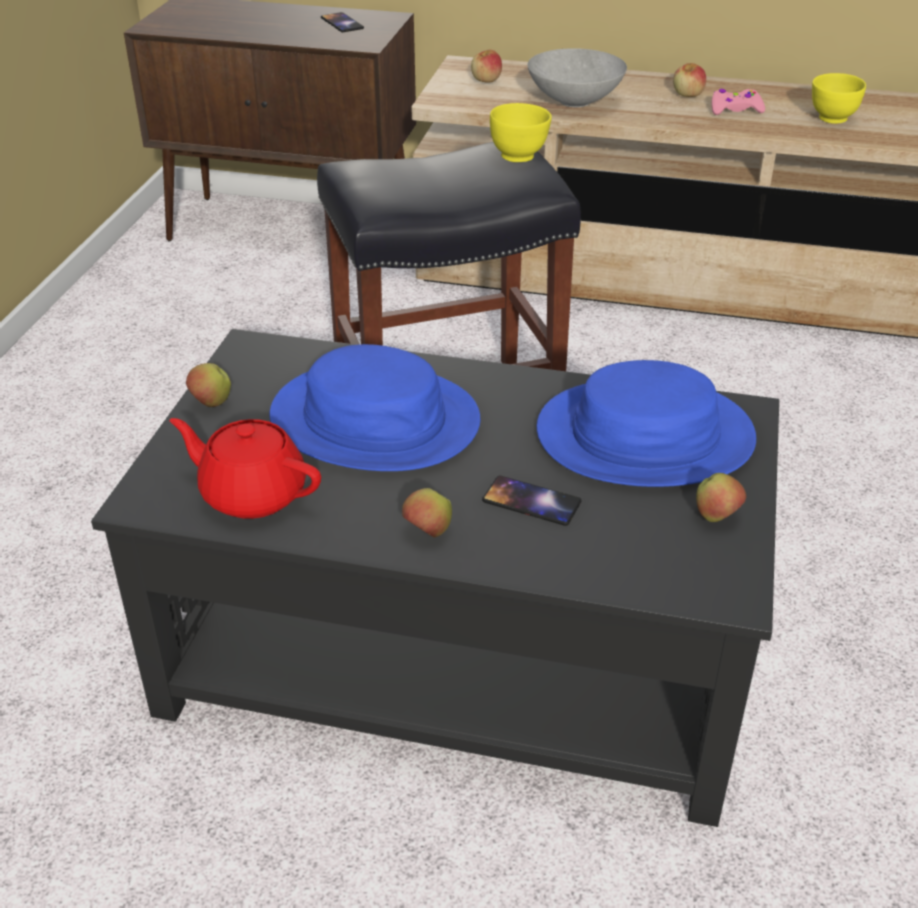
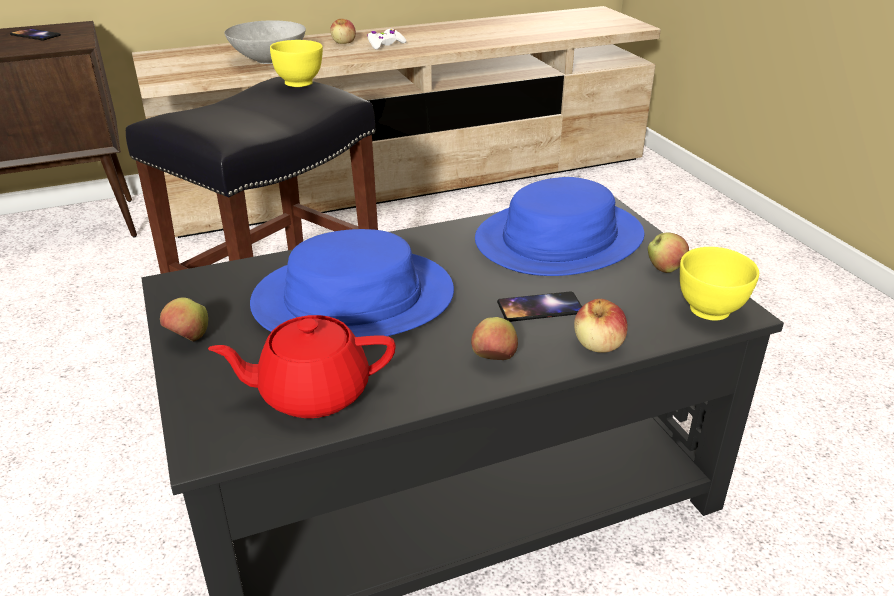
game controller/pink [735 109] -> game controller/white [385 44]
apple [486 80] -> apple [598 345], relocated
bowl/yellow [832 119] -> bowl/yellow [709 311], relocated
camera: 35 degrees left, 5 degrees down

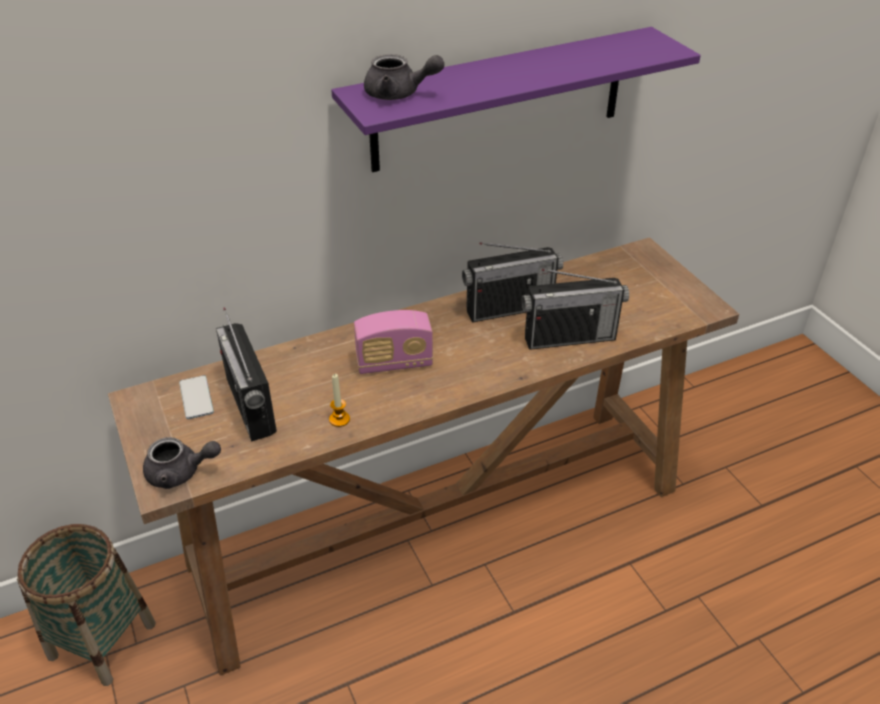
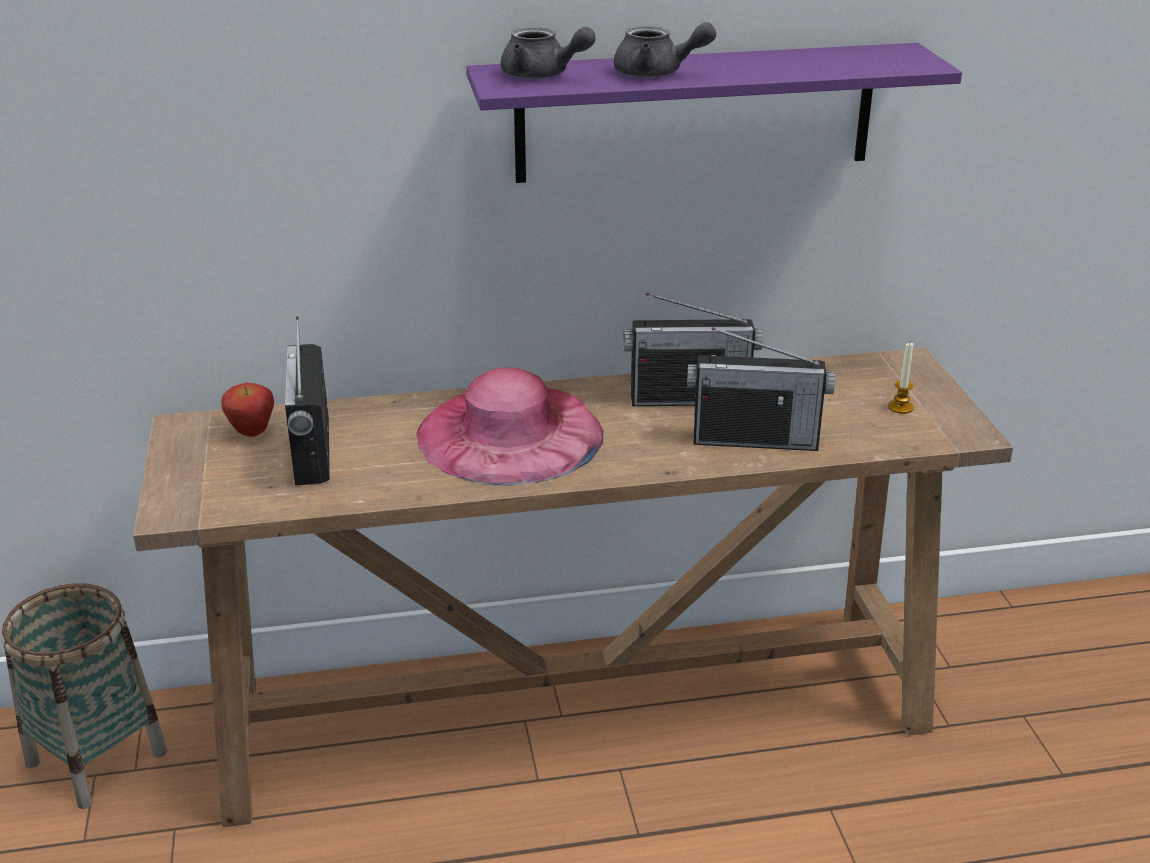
phone [196 397] -> apple [252 433]
radio [394 363] -> hat/pink [510 434]
teapot/grey [180 473] -> teapot/grey [657 73], relocated
candle [339 419] -> candle [900 407], relocated
camera: 15 degrees right, 10 degrees down

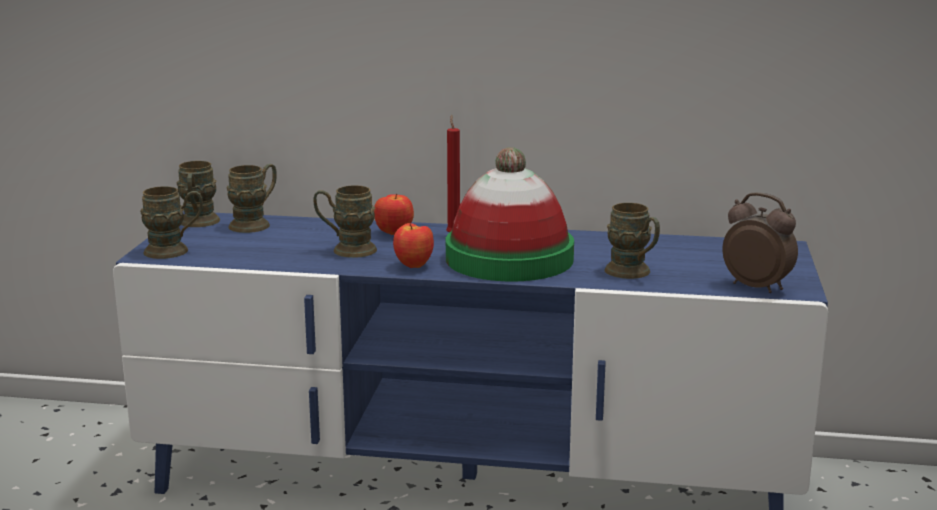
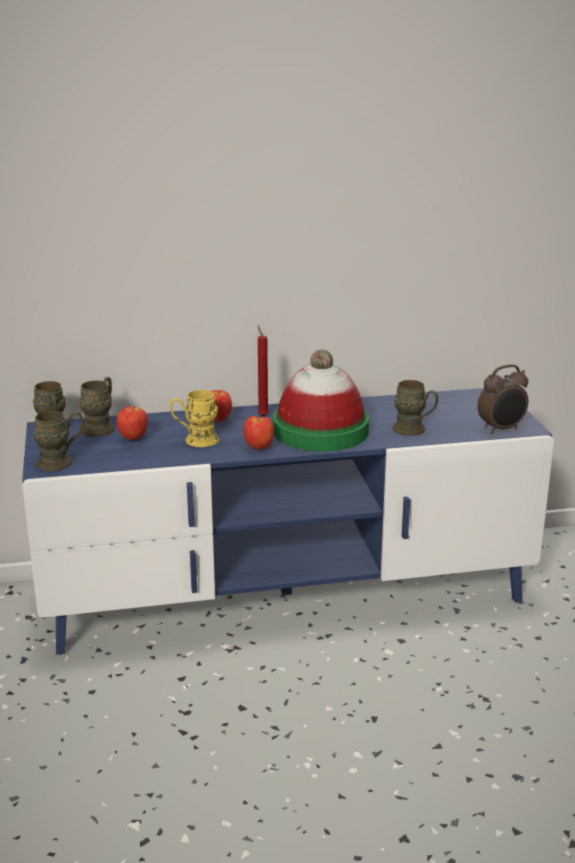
none -> apple [133 438]
mug/brown [346 250] -> mug/yellow [195 440]
alarm clock [757 287] -> alarm clock [501 429], 135 degrees clockwise
camera: 20 degrees left, 5 degrees up

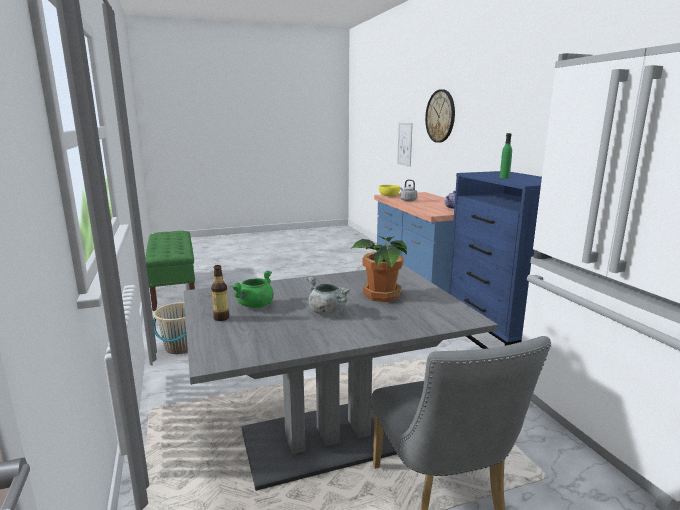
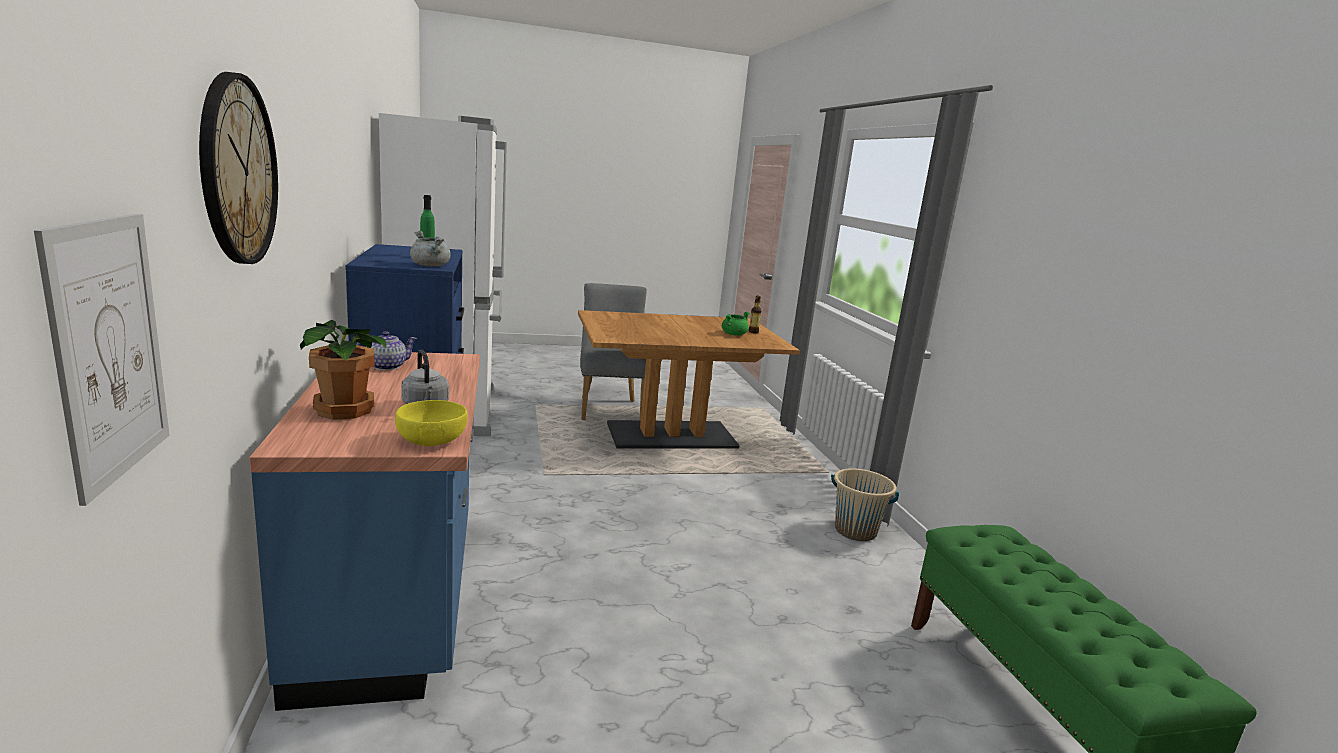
potted plant [381 296] -> potted plant [347 410], relocated
cooking pot/grey [326 312] -> cooking pot/grey [430 266], relocated
dining table/grey [327 439] -> dining table/brown [671 436]
camera: 175 degrees left, 0 degrees up

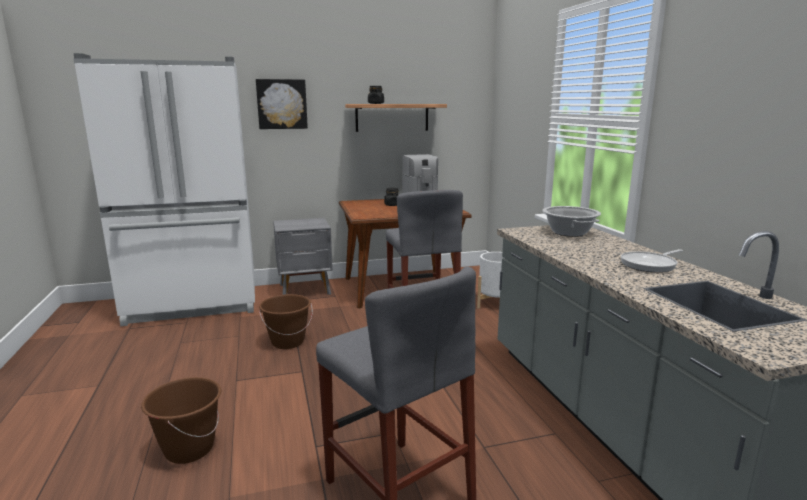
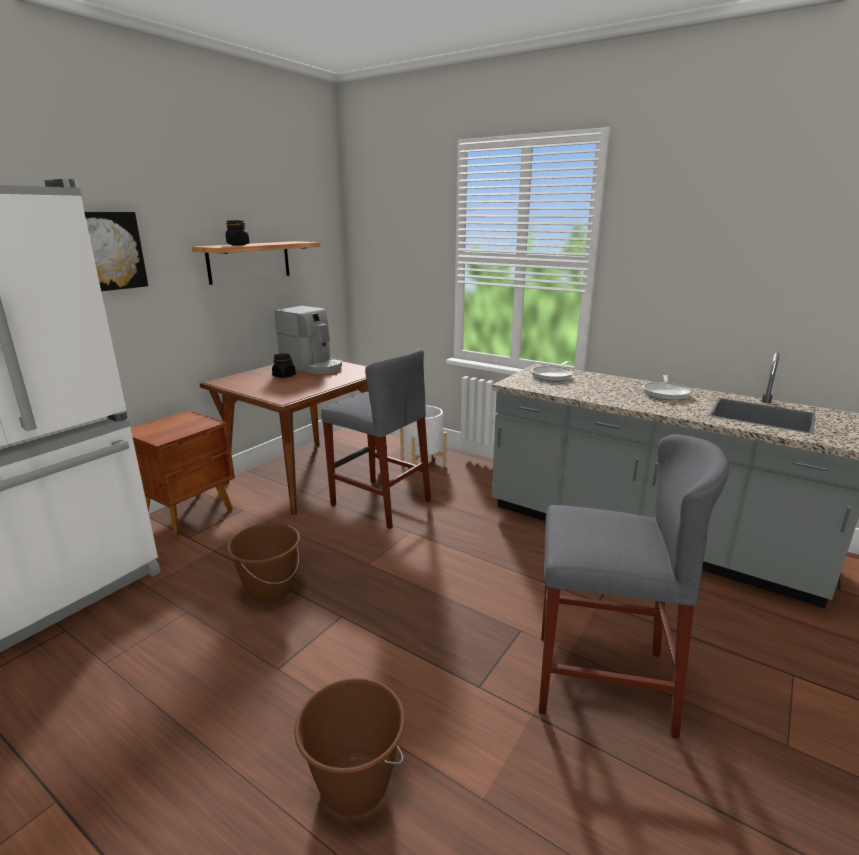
nightstand/grey [306 290] -> nightstand/brown [190 515]
cooking pot [569 233] -> frying pan [553 375]
camera: 40 degrees left, 5 degrees up

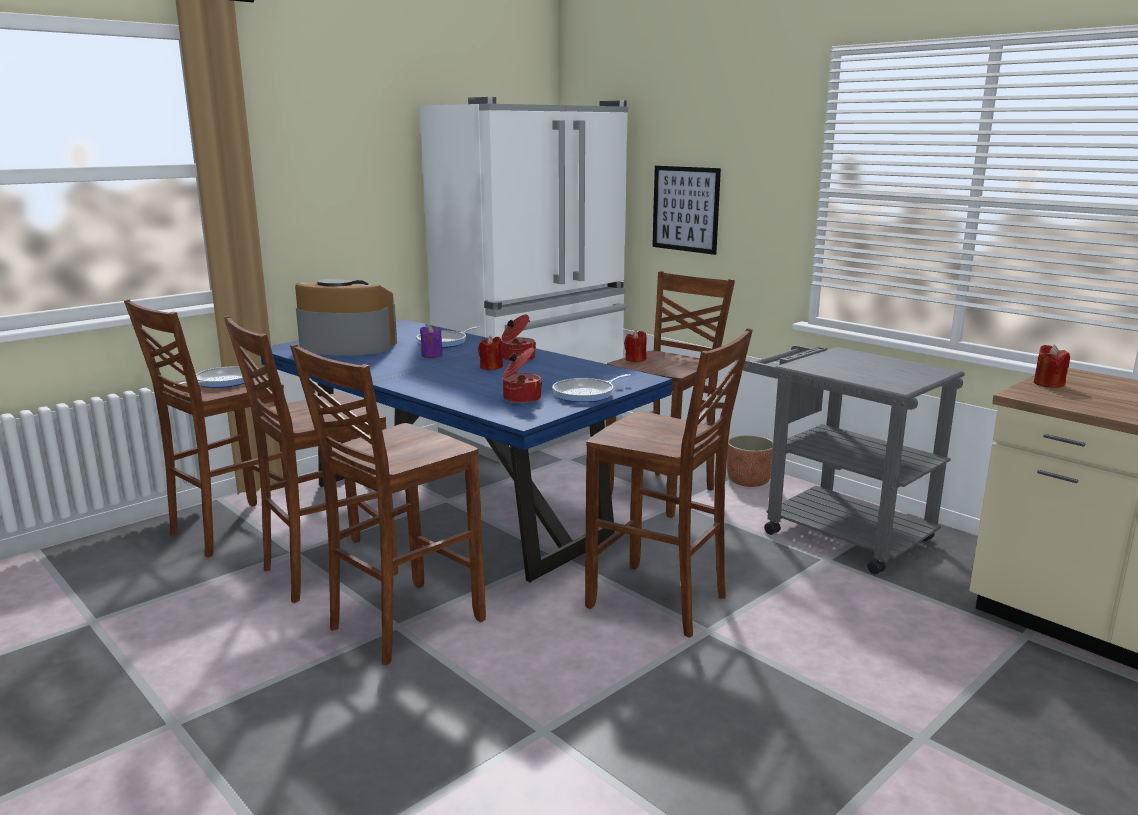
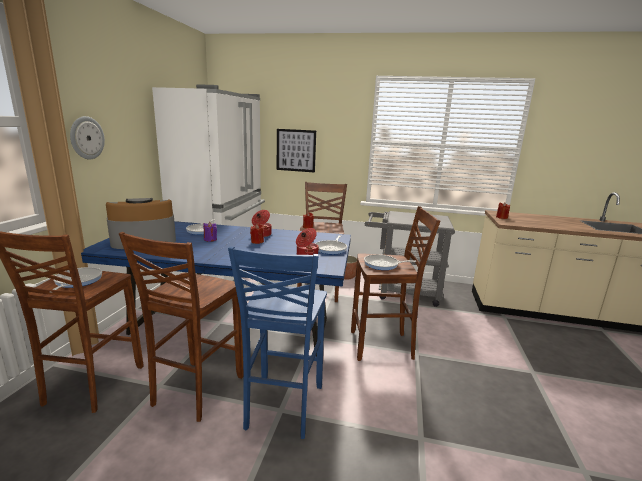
none -> wall clock [86 138]
stool/brown [402 624] -> stool/blue [282 407]
none -> frying pan [383 265]
camera: 35 degrees left, 0 degrees up

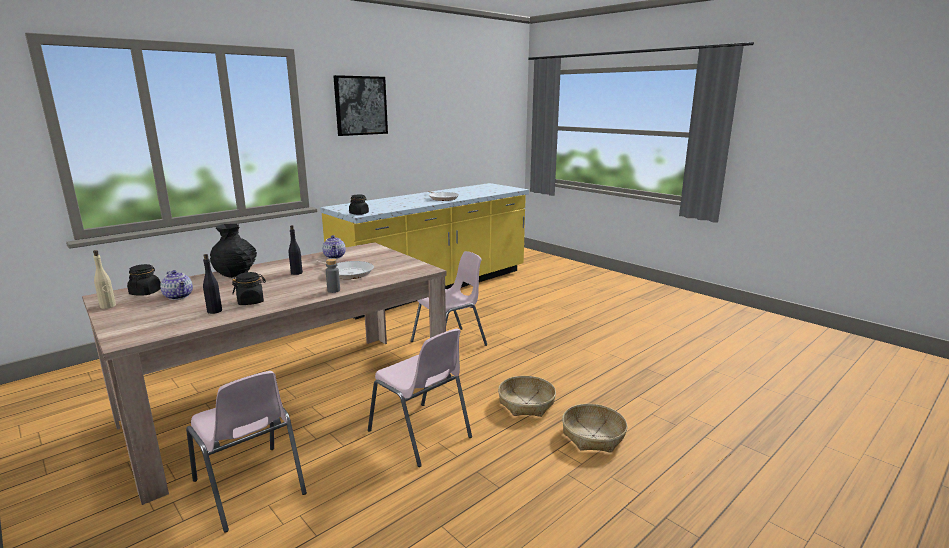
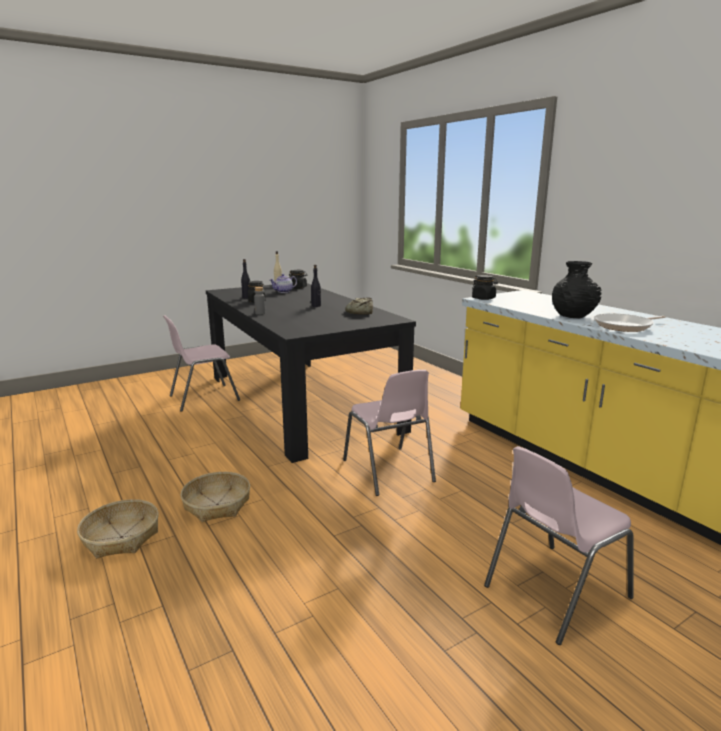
dining table/beige [291 401] -> dining table/black [300 402]
teapot [335 256] -> bread [360 312]
chair/pink [420 434] -> chair/pink [553 591], relocated
vase/black [235 273] -> vase/black [574 315], relocated
frying pan [348 273] -> none
picture [360 105] -> none
camera: 100 degrees right, 0 degrees up

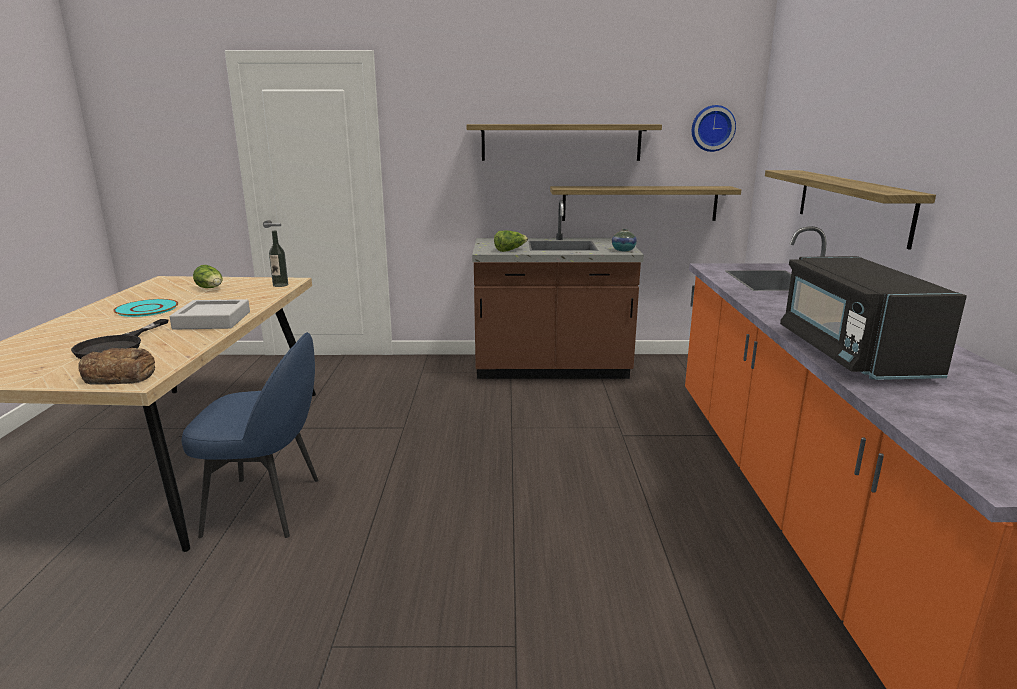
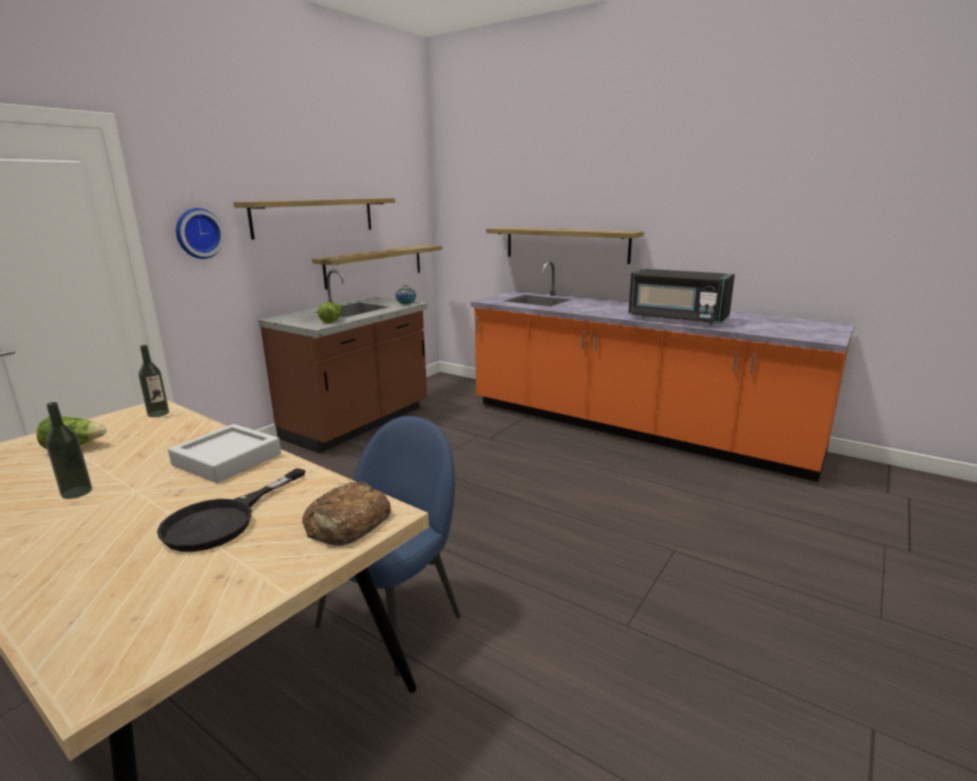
plate/turquoise [146 309] -> bottle [76 492]
frying pan/black [117 346] -> frying pan/black [223 520], 75 degrees clockwise
wall clock [712 128] -> wall clock [198 233], relocated
camera: 55 degrees left, 0 degrees up

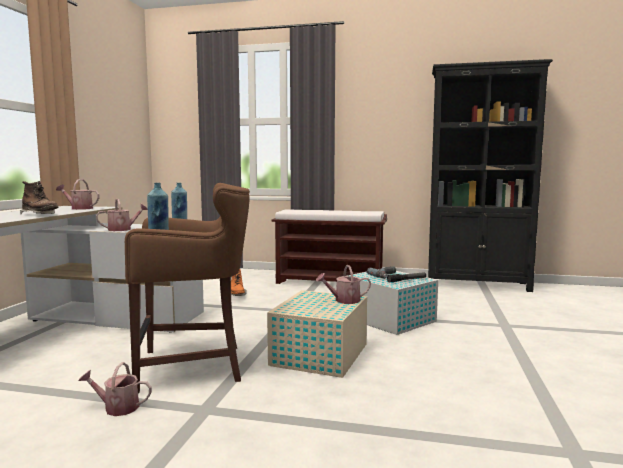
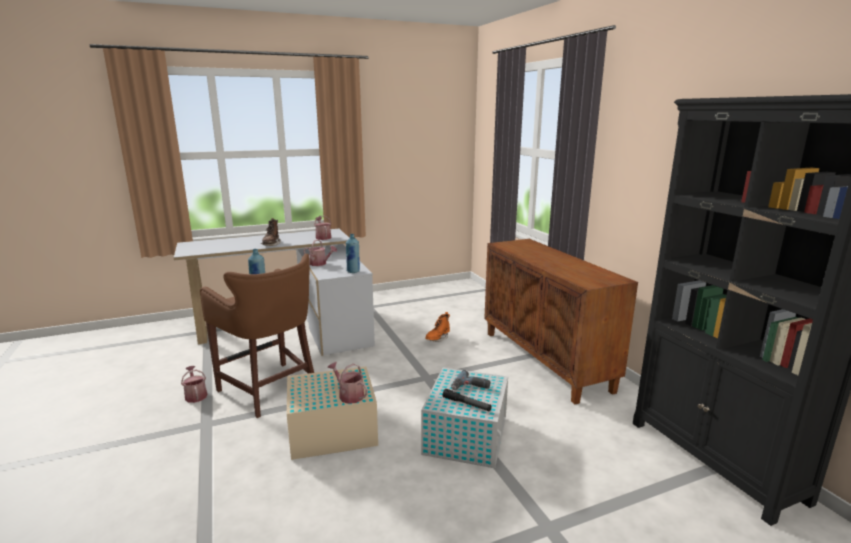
bench/brown [330 281] -> cabinet/brown [546 360]
camera: 55 degrees right, 10 degrees up

